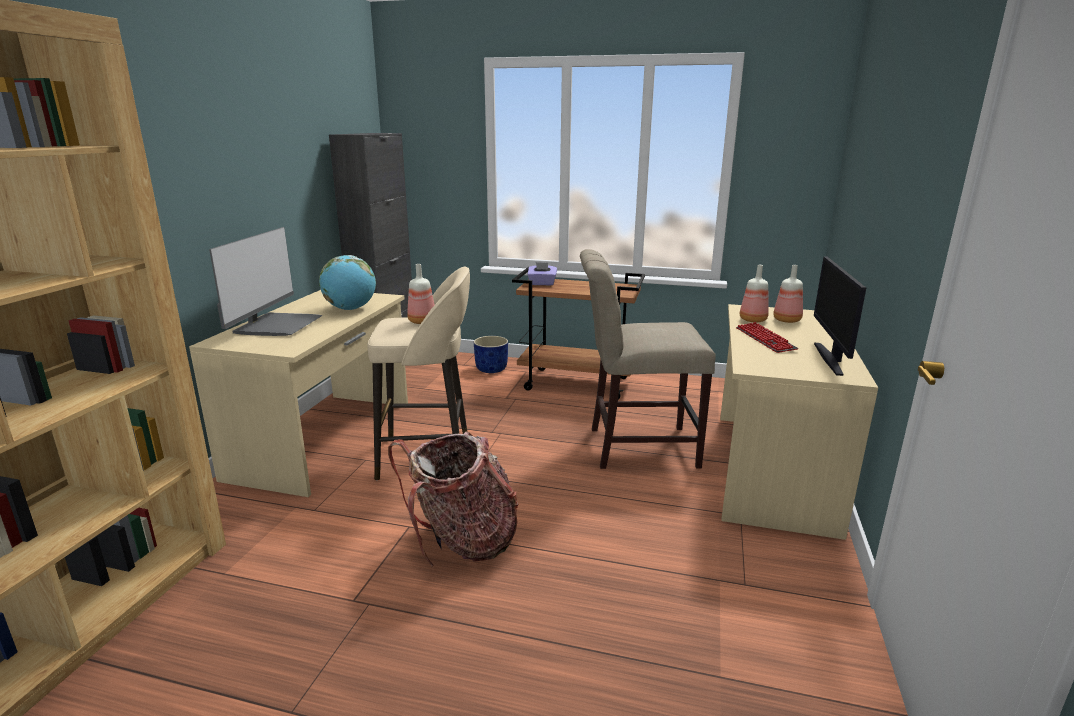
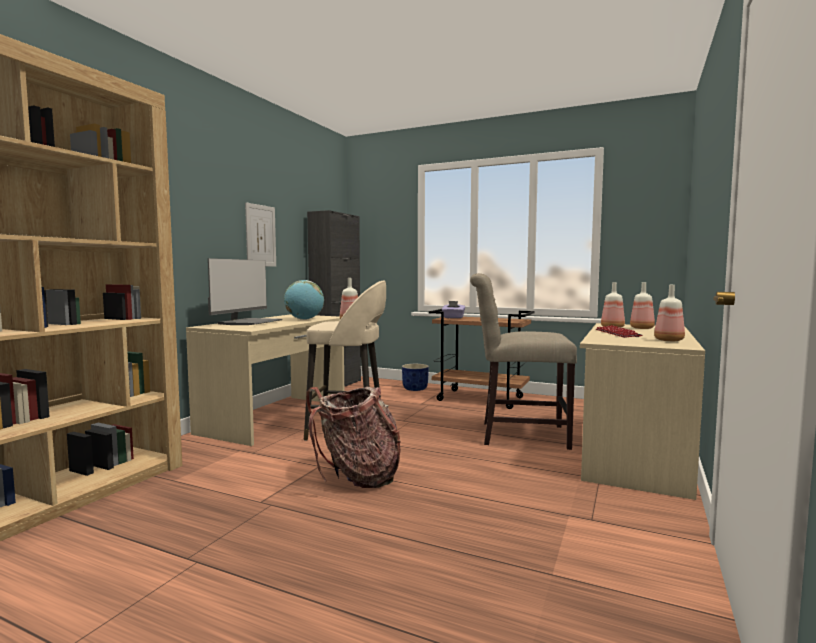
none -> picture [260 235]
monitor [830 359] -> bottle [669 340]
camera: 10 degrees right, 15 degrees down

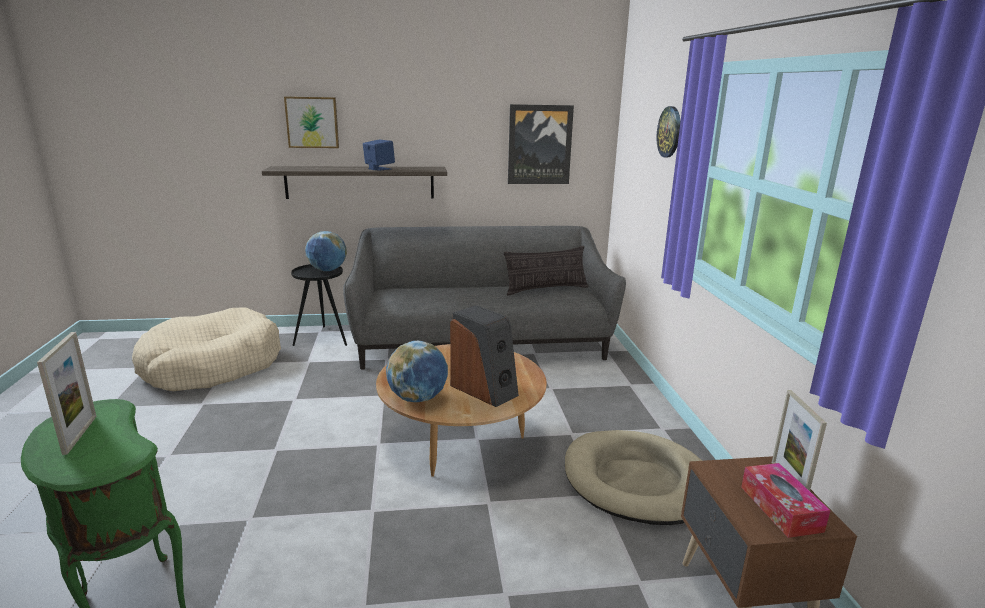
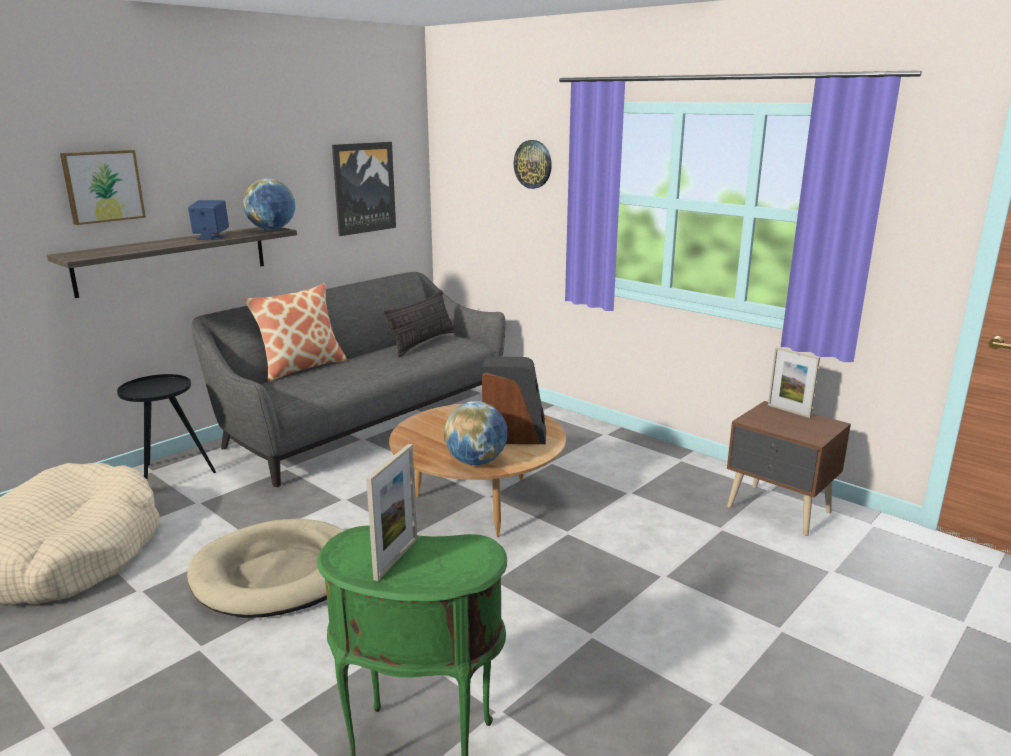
dog bed/beige [638 482] -> dog bed/beige [279 574], relocated
globe [327 270] -> globe [272 229], relocated
none -> pillow [301 367]
picture frame [80 434] -> picture frame [396 558], 75 degrees clockwise
tissue box [780 508] -> none
camera: 40 degrees left, 0 degrees up

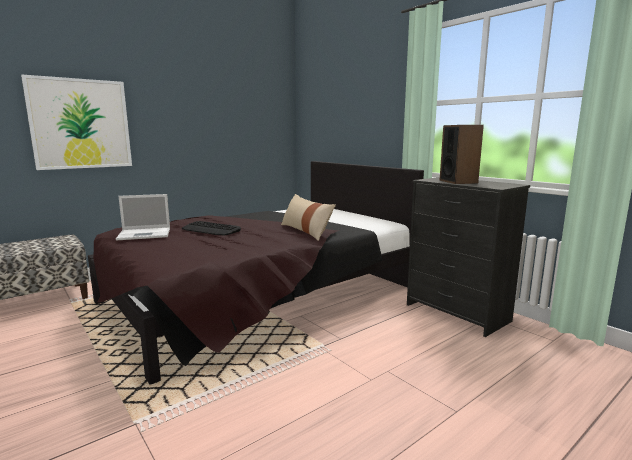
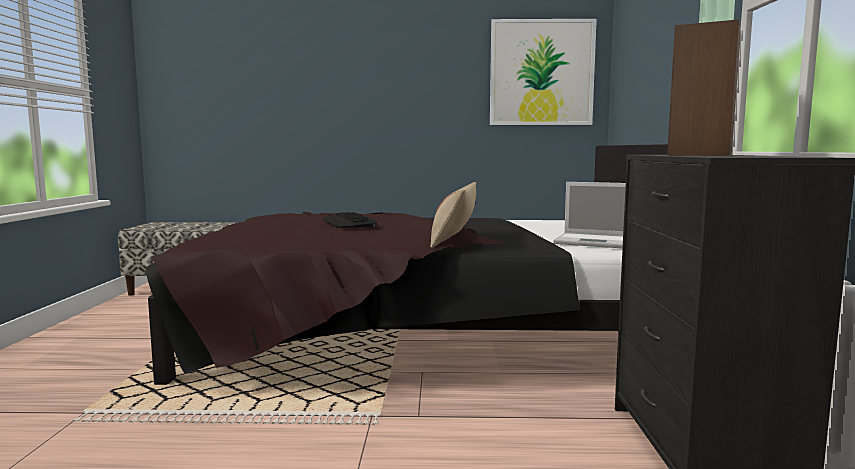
picture [81 124] -> picture [541 73], relocated
laptop [145 234] -> laptop [596 242], relocated
camera: 40 degrees right, 5 degrees down

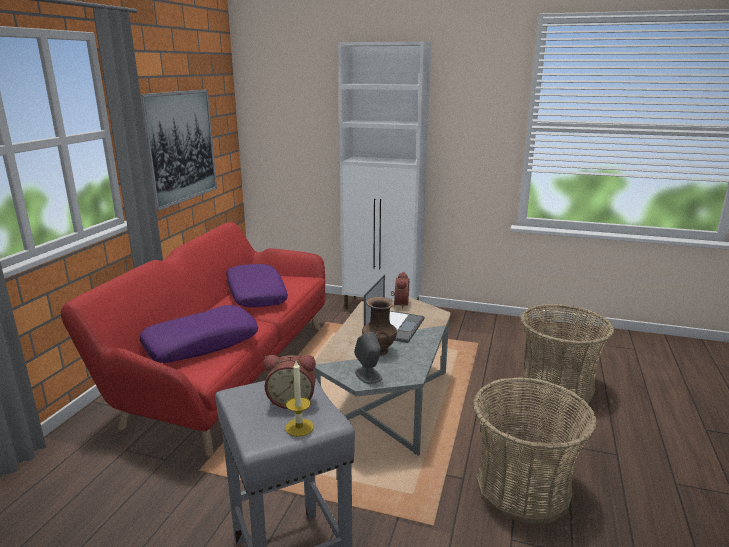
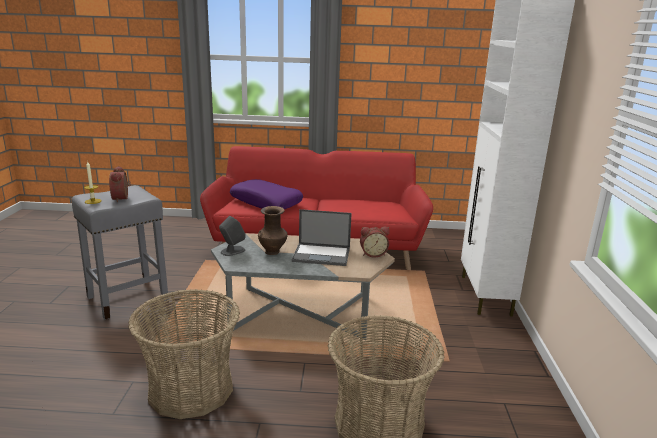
picture [179 147] -> none
pillow/purple [255 294] -> none
camera: 75 degrees right, 0 degrees up

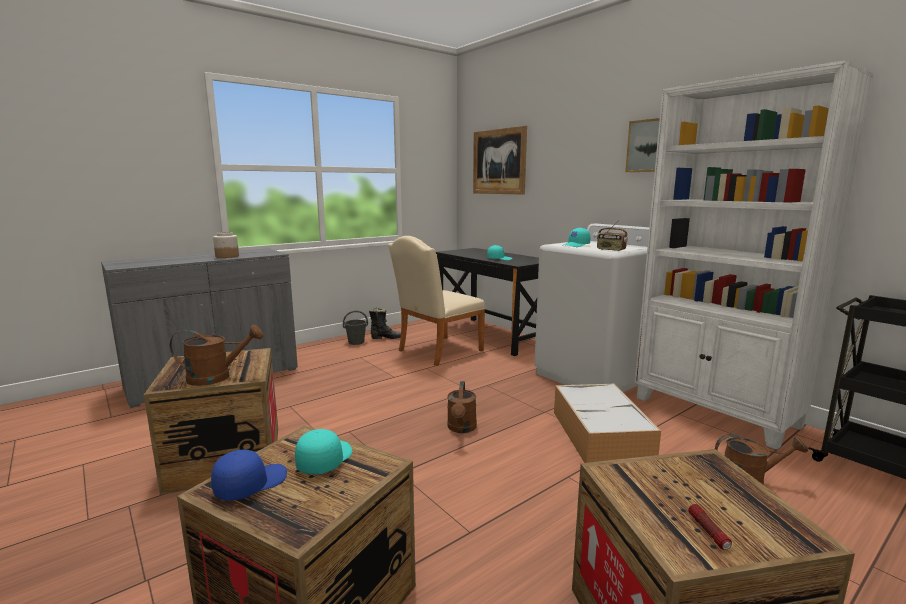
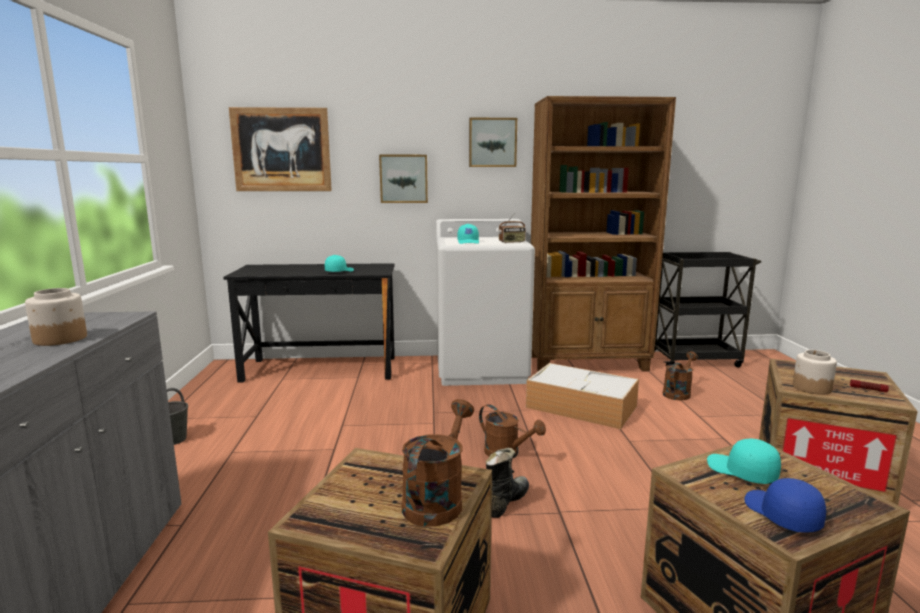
none -> picture [403 178]
boot/black [387 337] -> boot/black [506 502], relocated
bookcase/white [715 412] -> bookcase/brown [588 363]
none -> jar [811 388]
chair/beige [436 351] -> none
camera: 55 degrees left, 0 degrees up

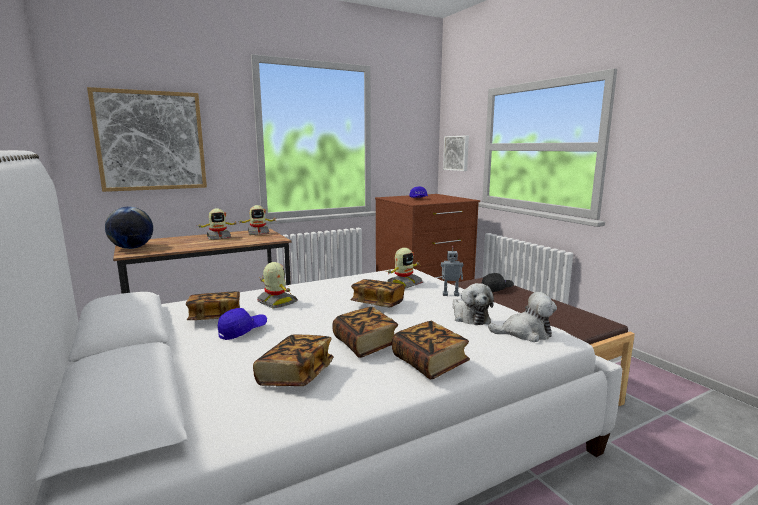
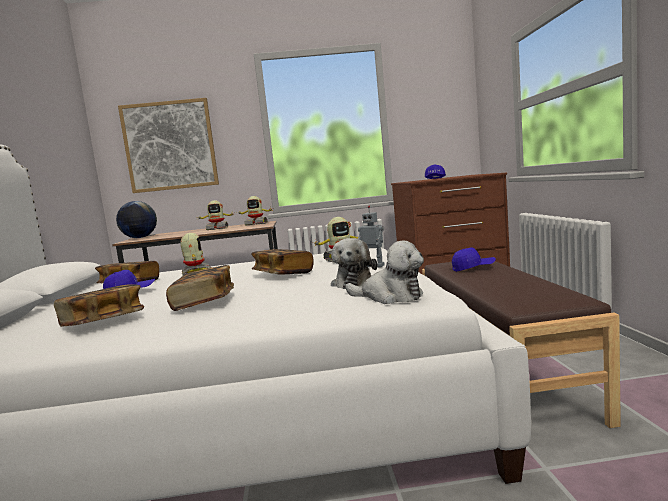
cap/black [496 289] -> cap/blue [473 268]
book [429 363] -> none
picture [457 153] -> none
camera: 25 degrees right, 5 degrees down

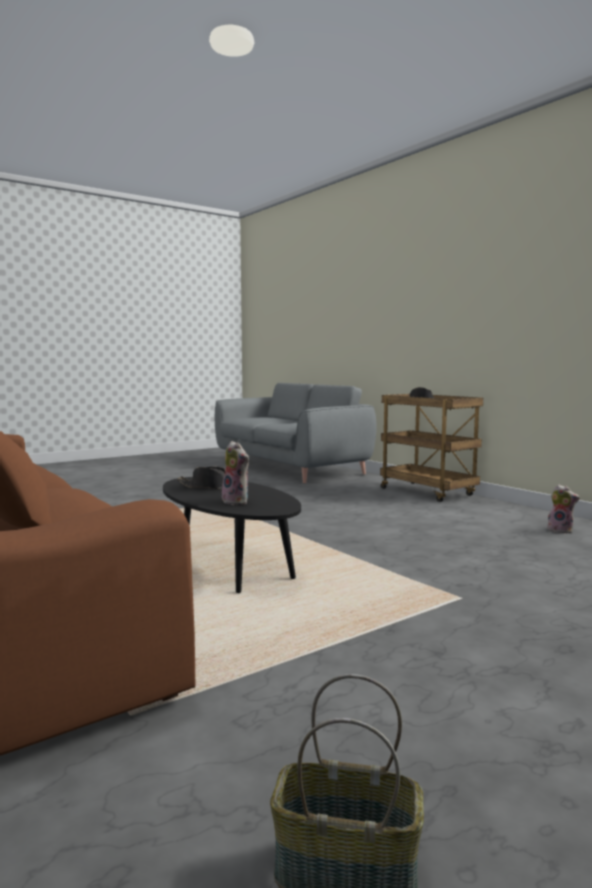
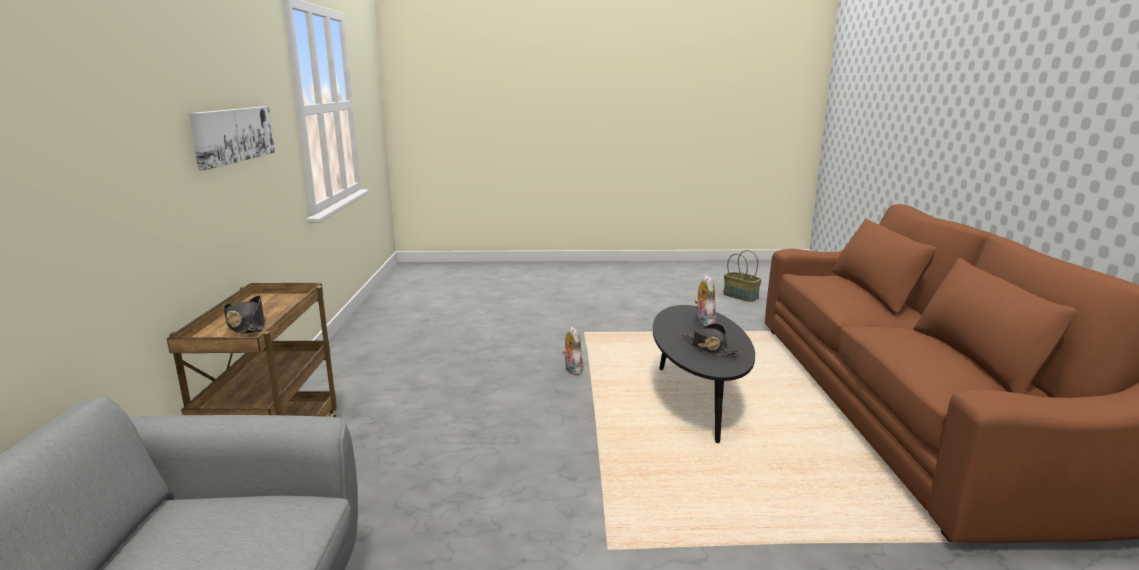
none -> picture [233 135]
plush toy [561 530] -> plush toy [572 370], relocated
camera: 145 degrees left, 10 degrees up

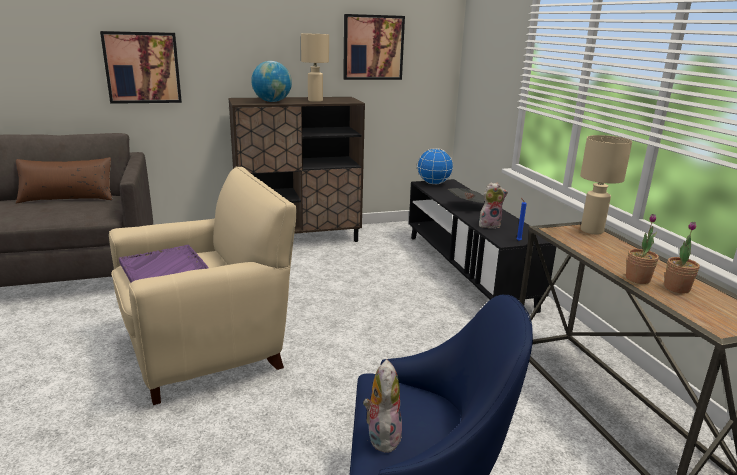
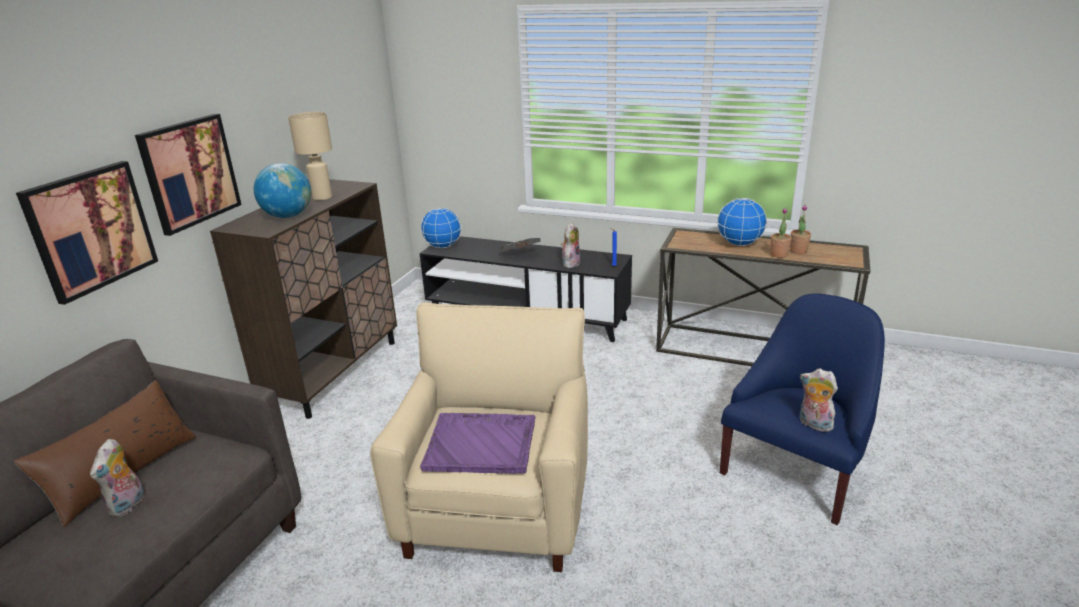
none -> plush toy [128 505]
picture [373 47] -> picture [190 172], relocated
none -> globe [739 244]
table lamp/beige [592 230] -> none
camera: 50 degrees left, 5 degrees up

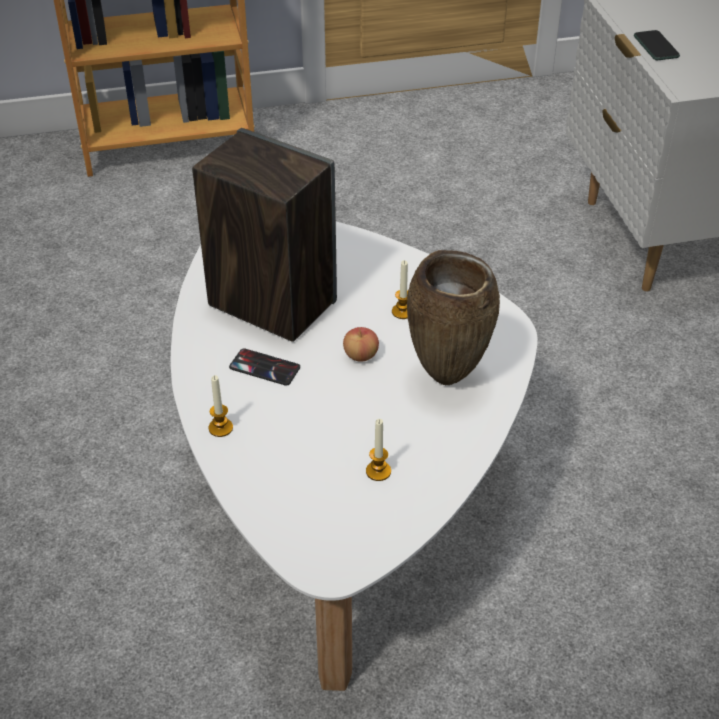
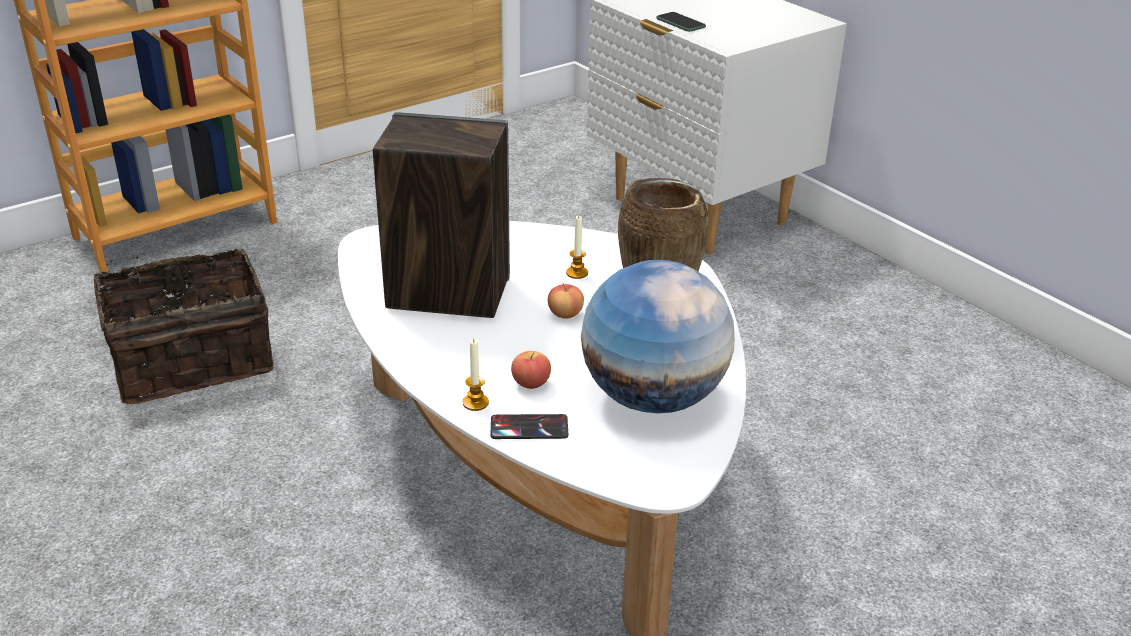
none -> basket [192 360]
phone [265 367] -> phone [529 427], relocated
none -> apple [531 383]
candle [378 471] -> globe [652 397]
camera: 25 degrees left, 10 degrees down

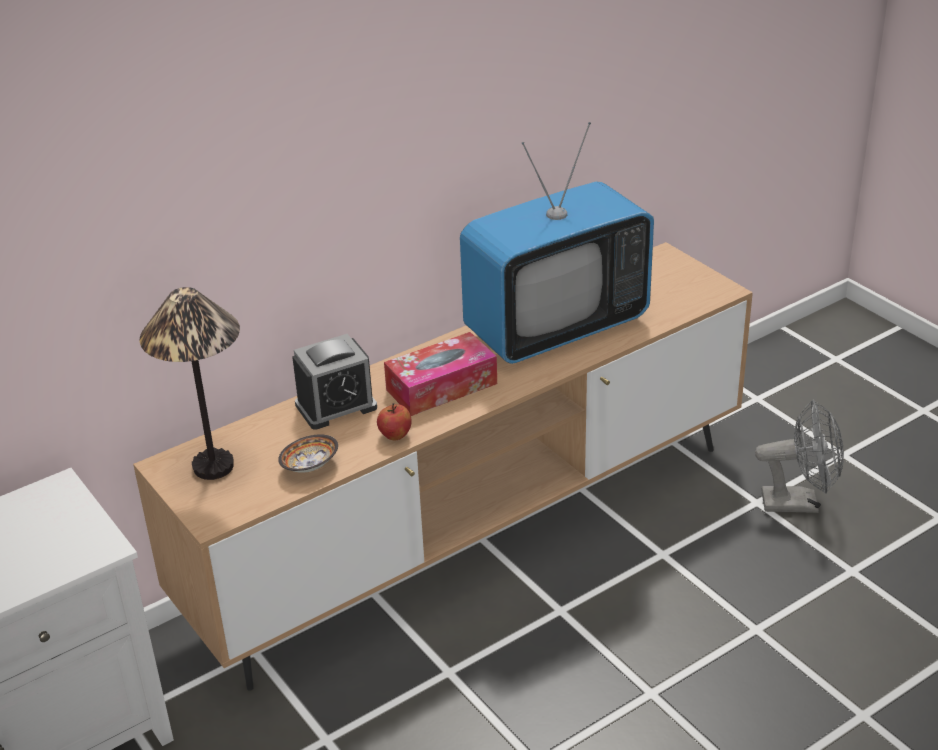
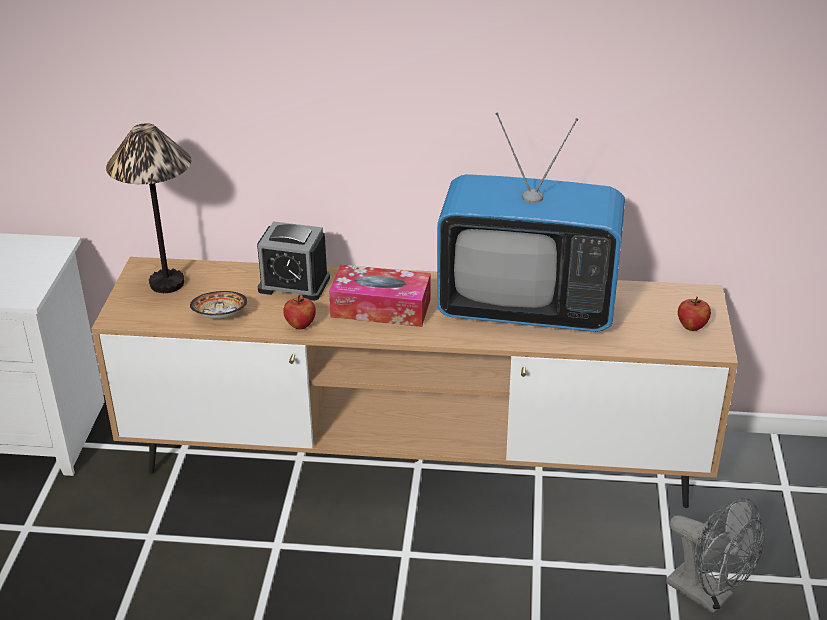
none -> apple [691 326]
camera: 40 degrees right, 0 degrees up

